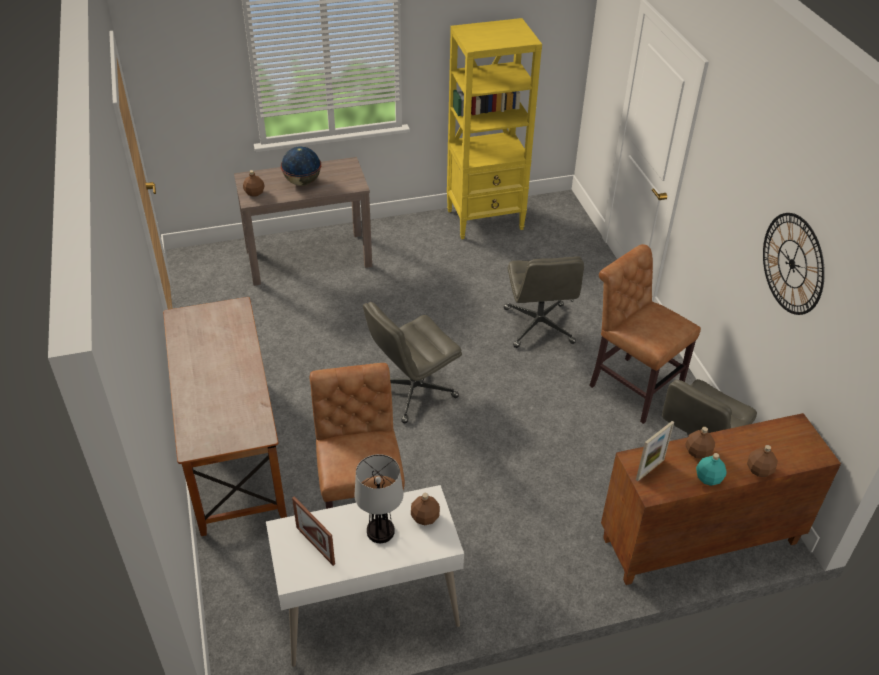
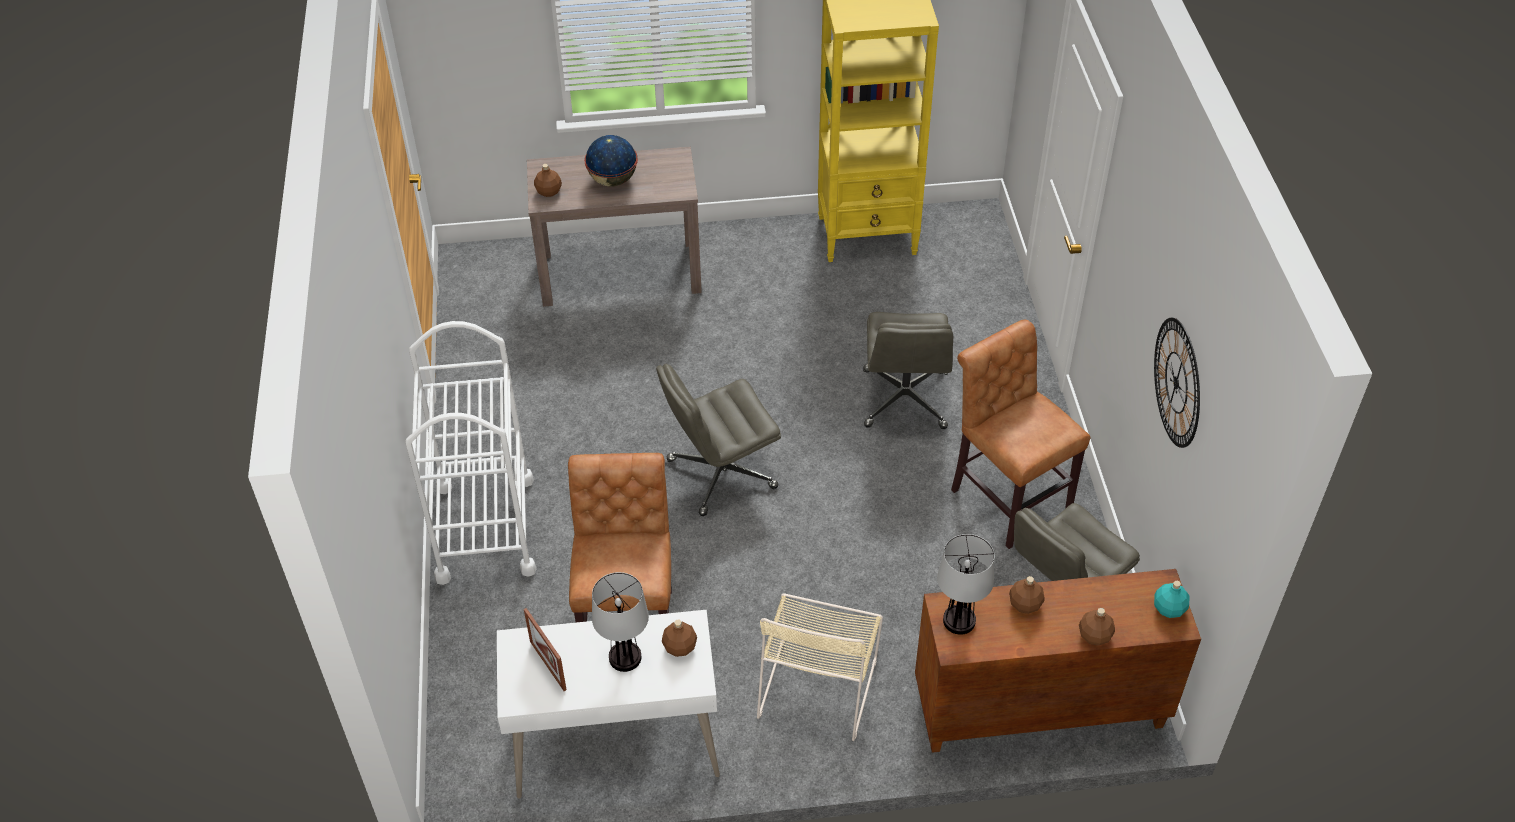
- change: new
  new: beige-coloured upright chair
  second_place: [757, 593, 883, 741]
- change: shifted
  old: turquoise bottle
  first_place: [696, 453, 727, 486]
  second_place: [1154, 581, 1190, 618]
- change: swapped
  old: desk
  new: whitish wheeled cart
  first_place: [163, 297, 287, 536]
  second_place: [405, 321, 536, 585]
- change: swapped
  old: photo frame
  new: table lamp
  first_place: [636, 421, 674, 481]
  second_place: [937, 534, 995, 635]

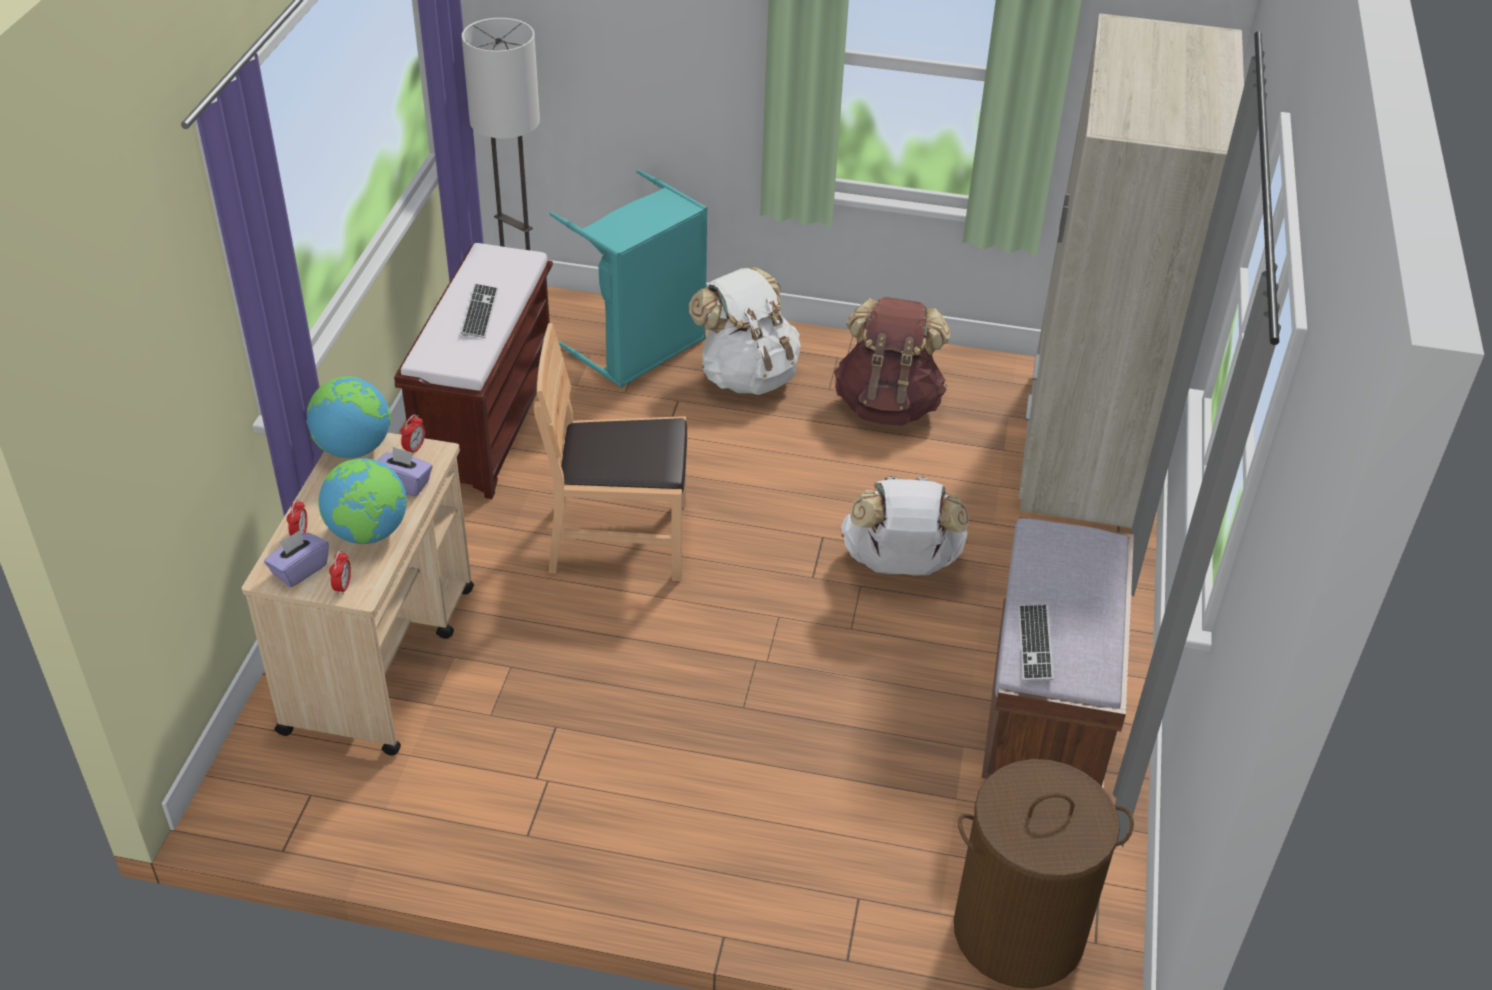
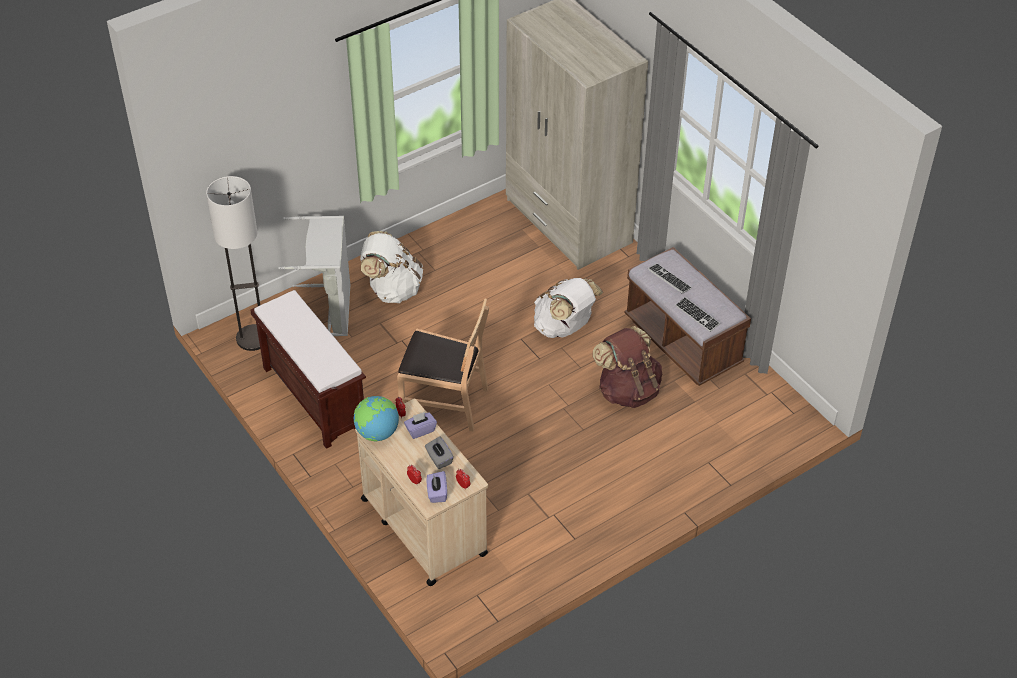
- change: gone
  old: brownish laundry basket
  first_place: [954, 759, 1134, 989]
- change: shifted
  old: computer keyboard
  first_place: [460, 283, 498, 338]
  second_place: [648, 263, 692, 294]
- change: shifted
  old: brownish backpack
  first_place: [834, 297, 950, 426]
  second_place: [593, 326, 662, 408]
- change: swapped
  old: globe
  new: grey box of tissues
  first_place: [318, 458, 407, 544]
  second_place: [425, 436, 454, 469]
- change: repainted
  old: turquoise laundry basket
  new: grey laundry basket
  first_place: [550, 170, 708, 388]
  second_place: [278, 216, 351, 336]
- change: rotated
  old: brownish upright chair
  first_place: [534, 323, 687, 581]
  second_place: [397, 298, 489, 431]
  degrees: -120

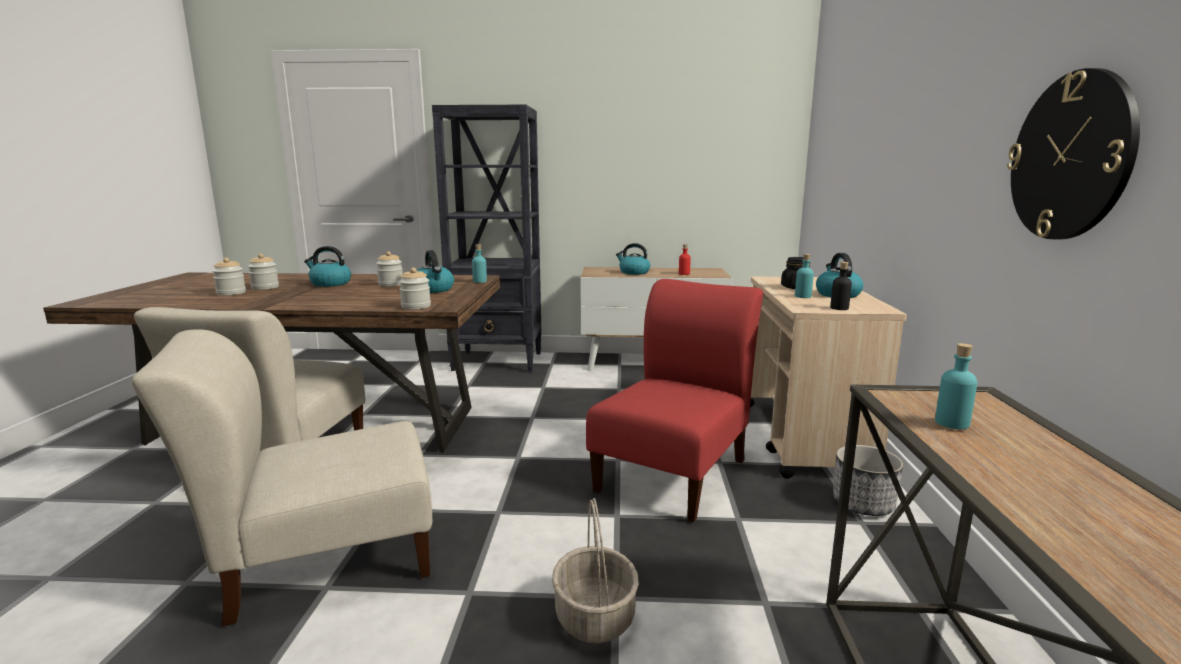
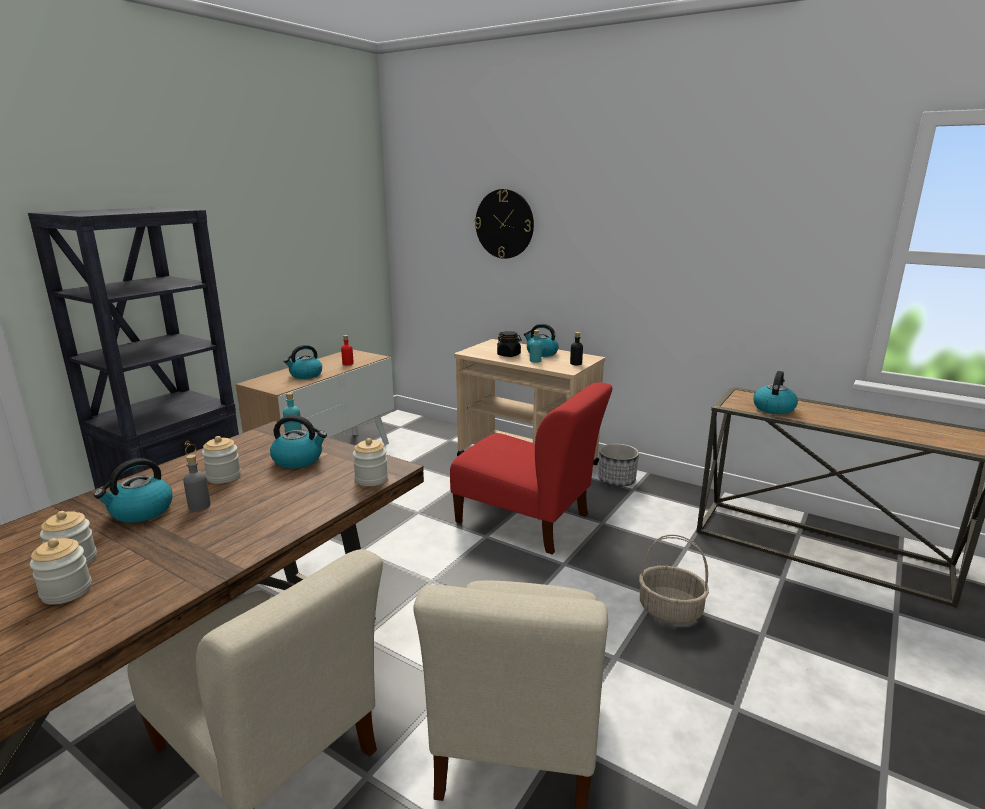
- change: new
  new: grey bottle
  second_place: [183, 454, 211, 511]
- change: shifted
  old: hanging clock
  first_place: [1007, 68, 1140, 239]
  second_place: [475, 189, 534, 259]
- change: swapped
  old: turquoise bottle
  new: kettle
  first_place: [935, 343, 977, 429]
  second_place: [753, 371, 798, 414]
- change: rotated
  old: reddish upright chair
  first_place: [586, 279, 763, 522]
  second_place: [450, 382, 612, 555]
  degrees: 150

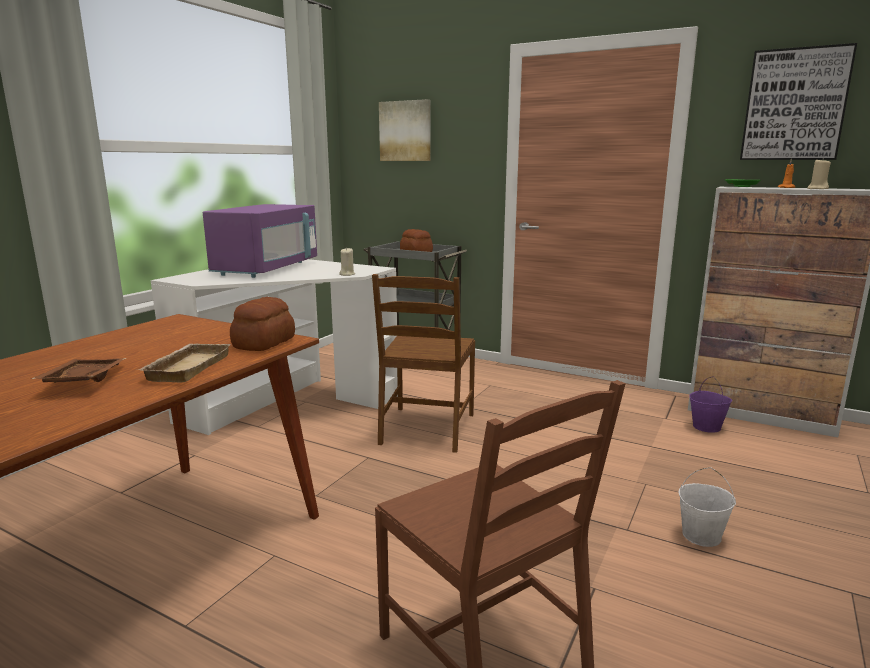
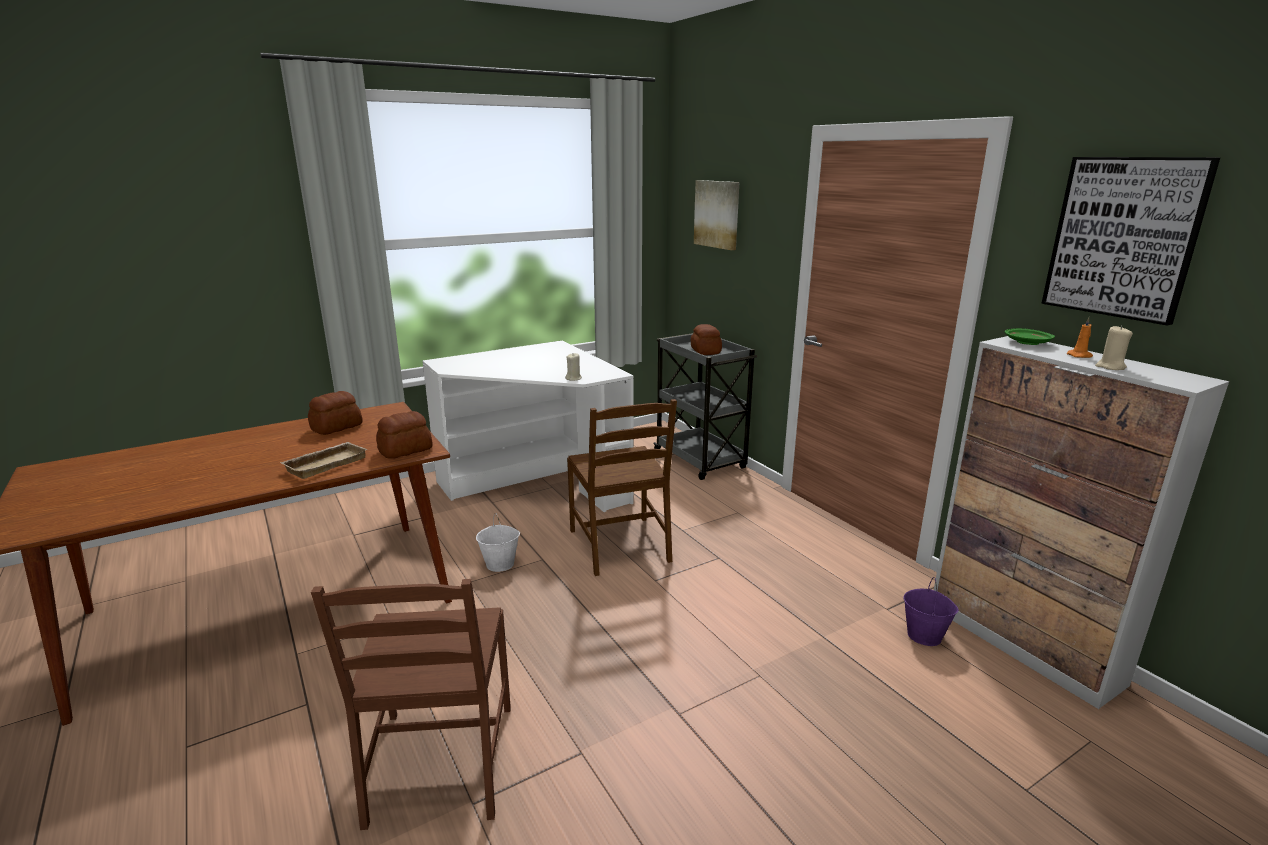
- change: gone
  old: brownish tray
  first_place: [31, 358, 127, 383]
- change: gone
  old: purple microwave oven
  first_place: [203, 204, 317, 278]
- change: new
  new: bread
  second_place: [308, 391, 363, 435]
- change: shifted
  old: whitish pail
  first_place: [679, 467, 736, 547]
  second_place: [476, 513, 520, 572]
- change: rotated
  old: brownish upright chair
  first_place: [372, 274, 475, 453]
  second_place: [567, 399, 677, 576]
  degrees: -60

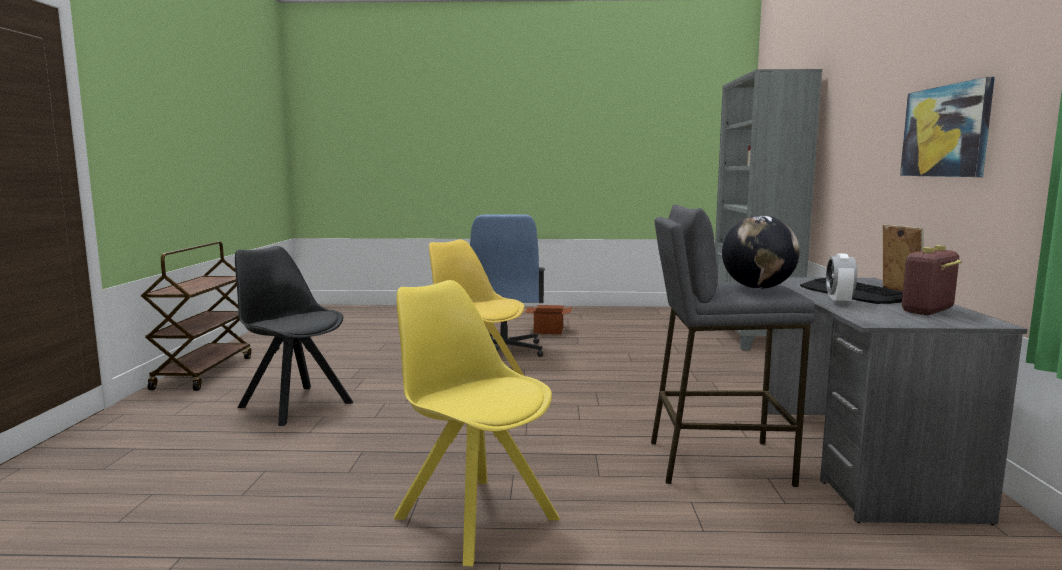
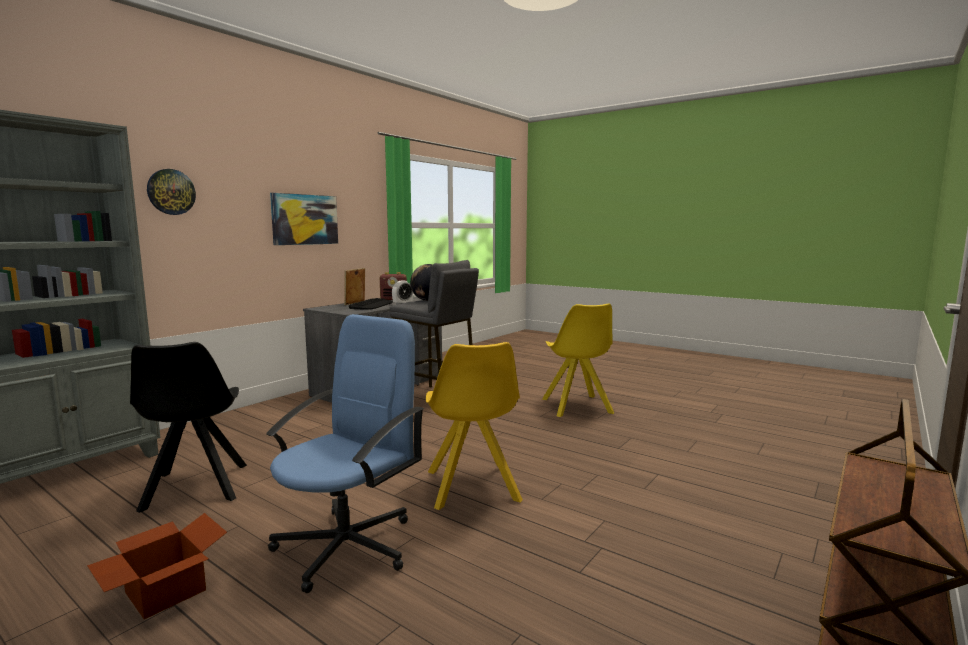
- change: new
  new: hanging clock
  second_place: [147, 169, 196, 215]
- change: shifted
  old: black upright chair
  first_place: [235, 246, 353, 426]
  second_place: [130, 342, 247, 513]

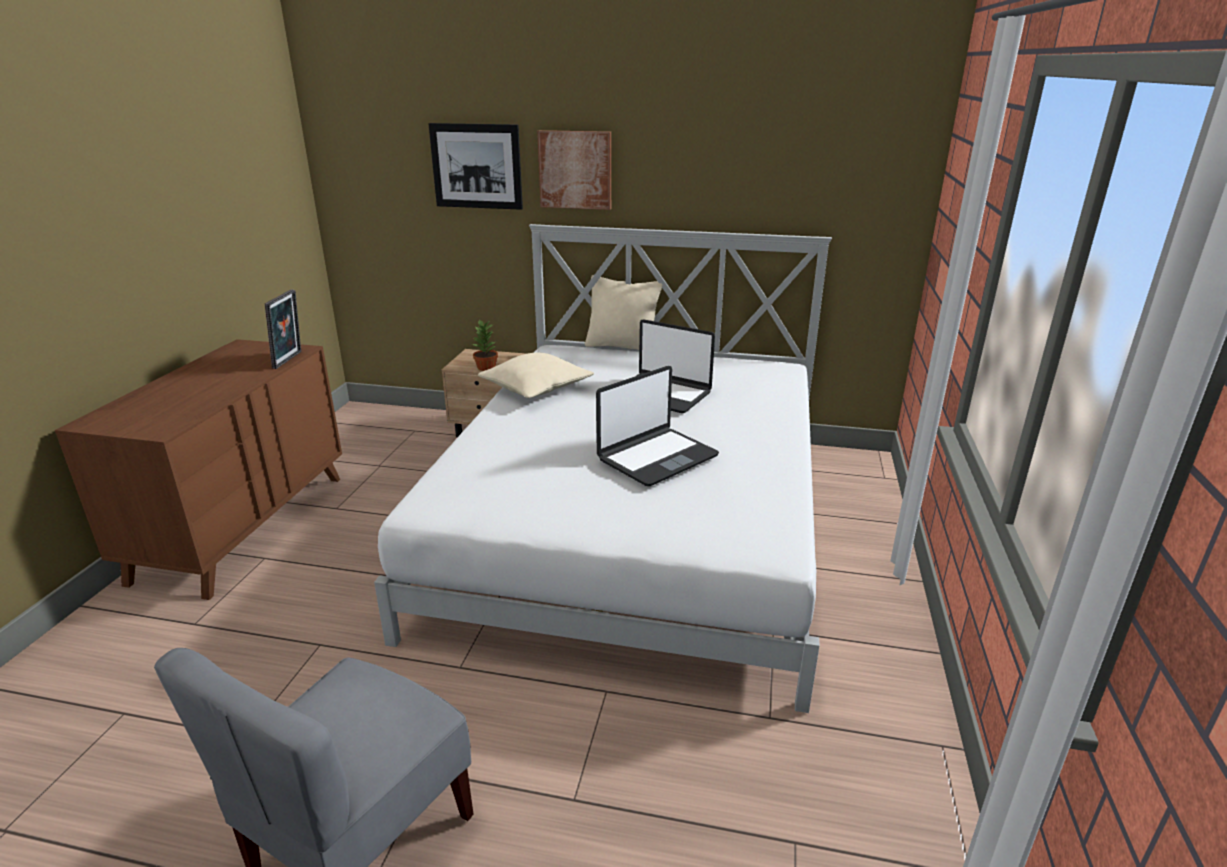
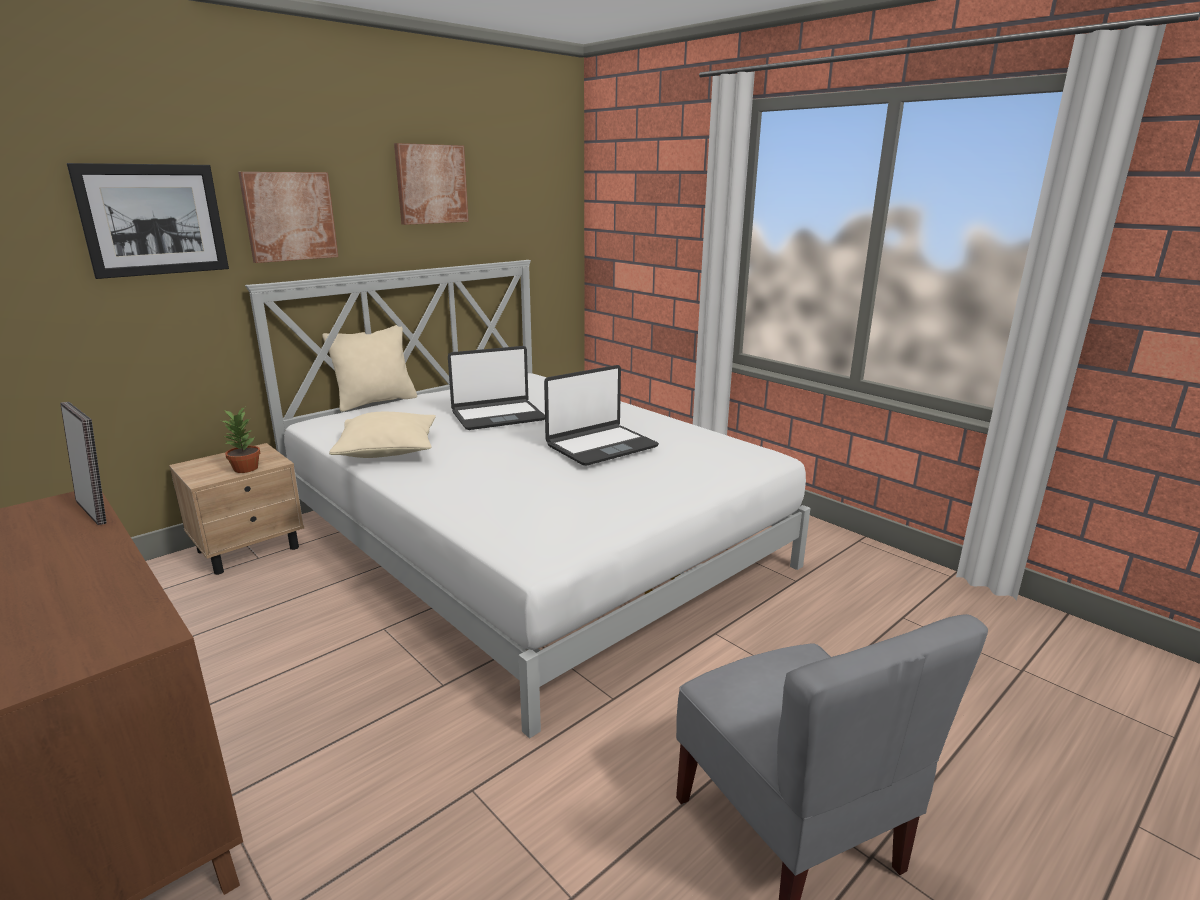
- change: new
  new: wall picture
  second_place: [394, 143, 469, 225]
- change: rotated
  old: laptop
  first_place: [596, 366, 719, 486]
  second_place: [544, 365, 659, 466]
  degrees: 60

